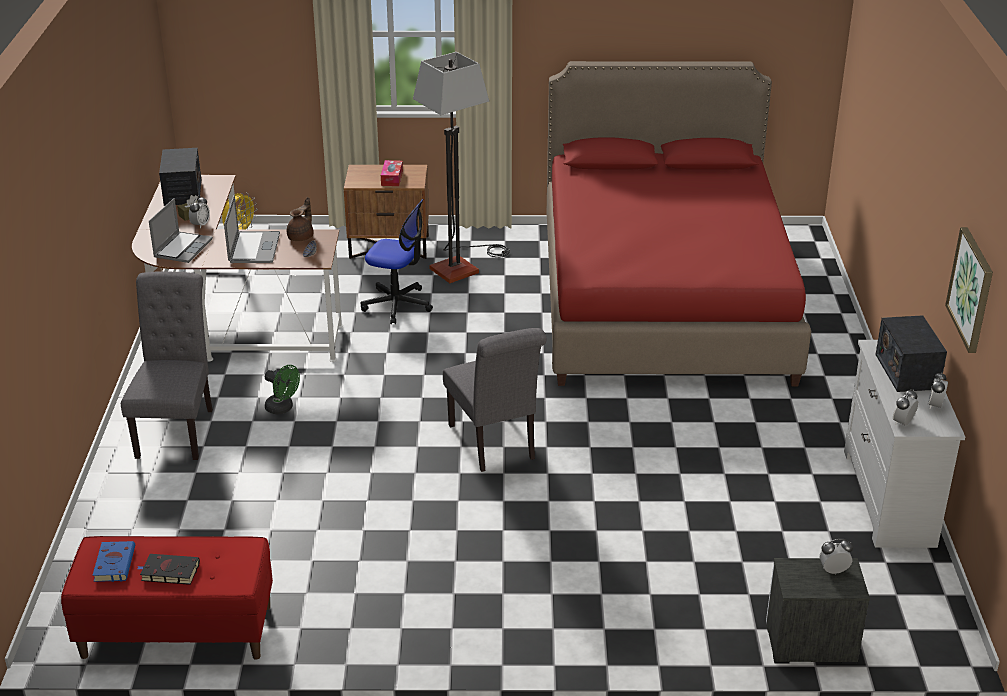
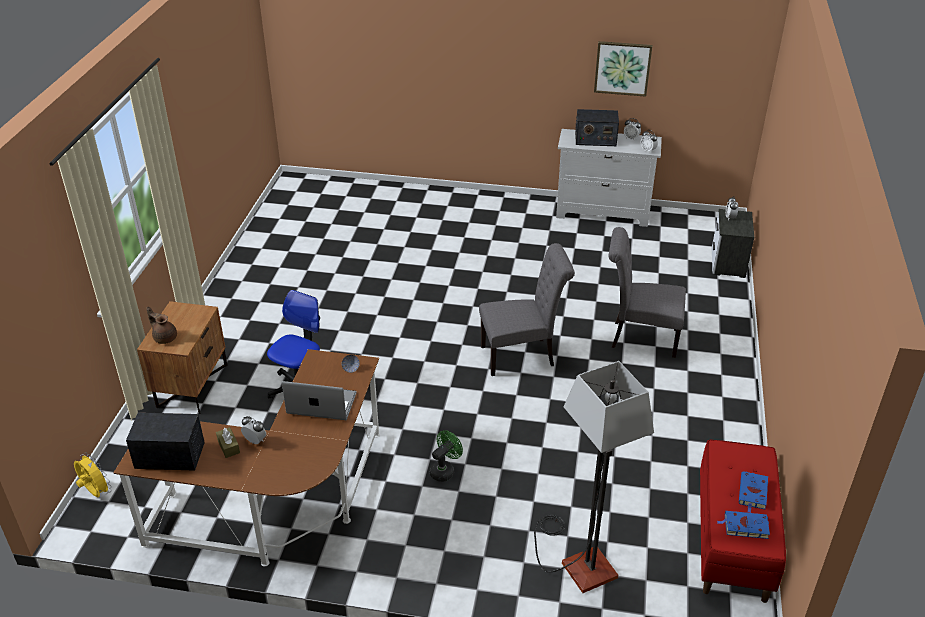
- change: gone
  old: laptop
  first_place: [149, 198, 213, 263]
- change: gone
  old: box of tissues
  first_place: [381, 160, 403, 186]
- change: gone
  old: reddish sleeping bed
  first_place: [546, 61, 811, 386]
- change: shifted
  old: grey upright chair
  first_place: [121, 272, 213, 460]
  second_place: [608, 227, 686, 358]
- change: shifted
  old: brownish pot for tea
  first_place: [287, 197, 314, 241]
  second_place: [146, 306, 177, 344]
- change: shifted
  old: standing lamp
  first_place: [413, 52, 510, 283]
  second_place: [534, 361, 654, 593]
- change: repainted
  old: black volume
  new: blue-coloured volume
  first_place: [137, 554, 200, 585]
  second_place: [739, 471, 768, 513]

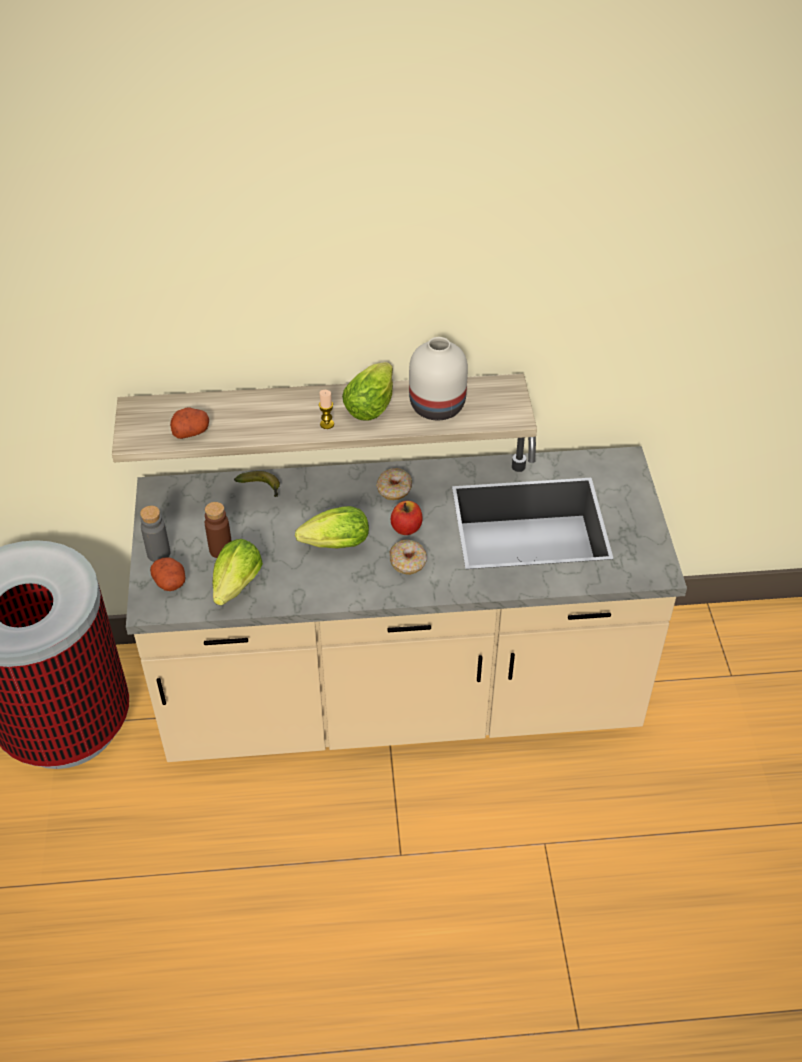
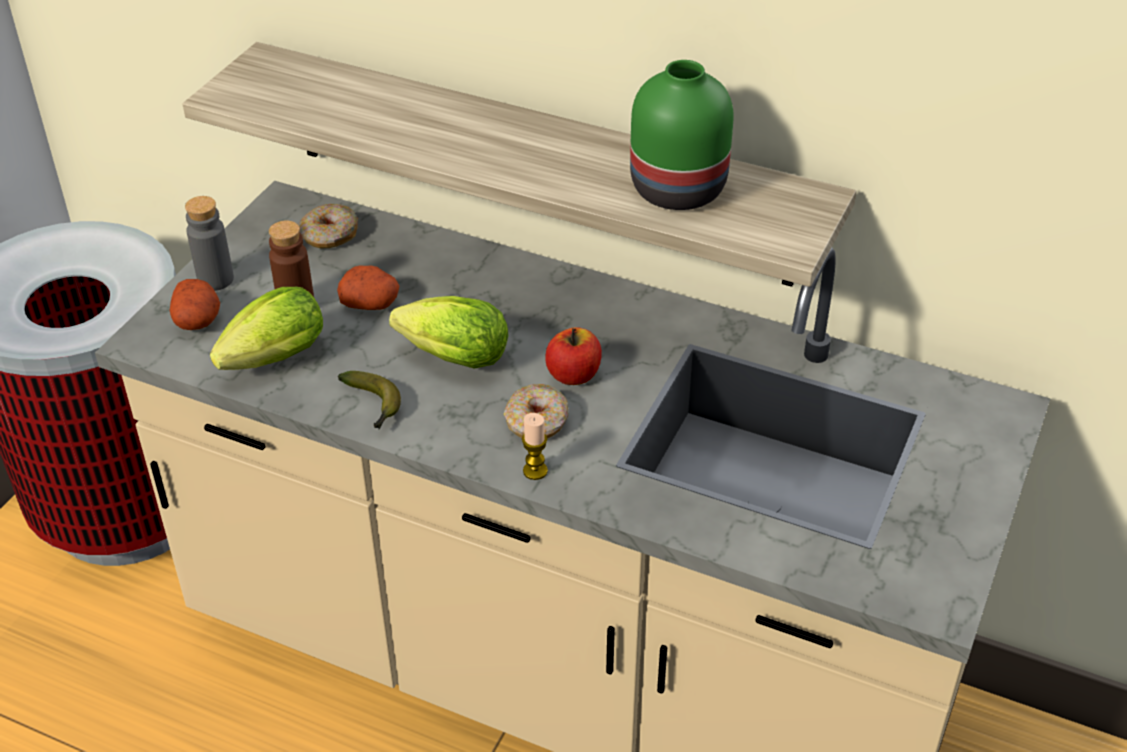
- change: gone
  old: lettuce
  first_place: [342, 362, 393, 421]
- change: shifted
  old: whole potato
  first_place: [170, 407, 209, 439]
  second_place: [337, 265, 399, 310]
- change: shifted
  old: whole banana
  first_place: [234, 471, 280, 497]
  second_place: [338, 371, 401, 430]
- change: shifted
  old: wax light
  first_place: [319, 390, 334, 429]
  second_place: [522, 413, 548, 480]
- change: shifted
  old: doughnut
  first_place: [376, 468, 412, 500]
  second_place: [299, 204, 358, 248]
- change: repainted
  old: whitish flower vase
  new: green-coloured flower vase
  first_place: [409, 337, 468, 420]
  second_place: [630, 60, 733, 210]

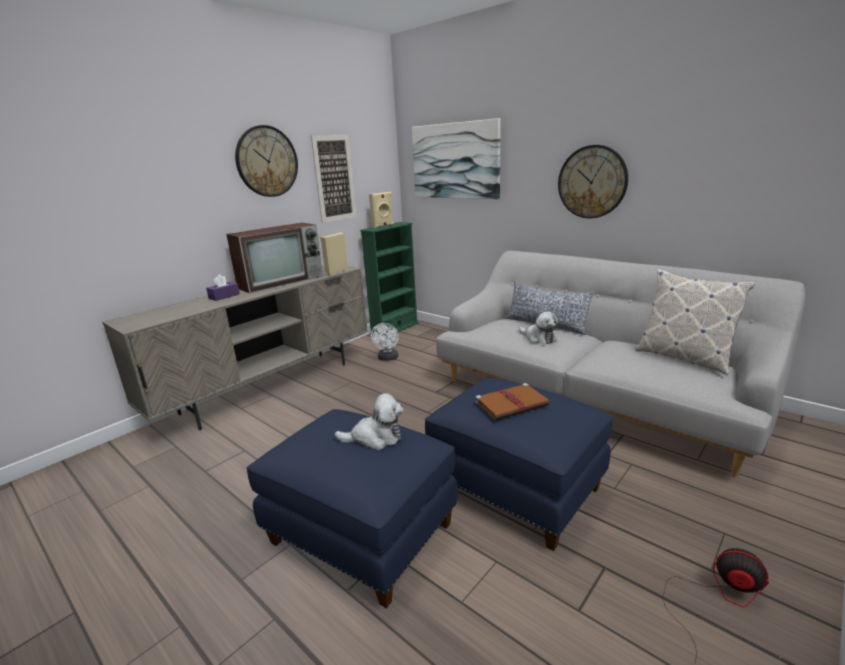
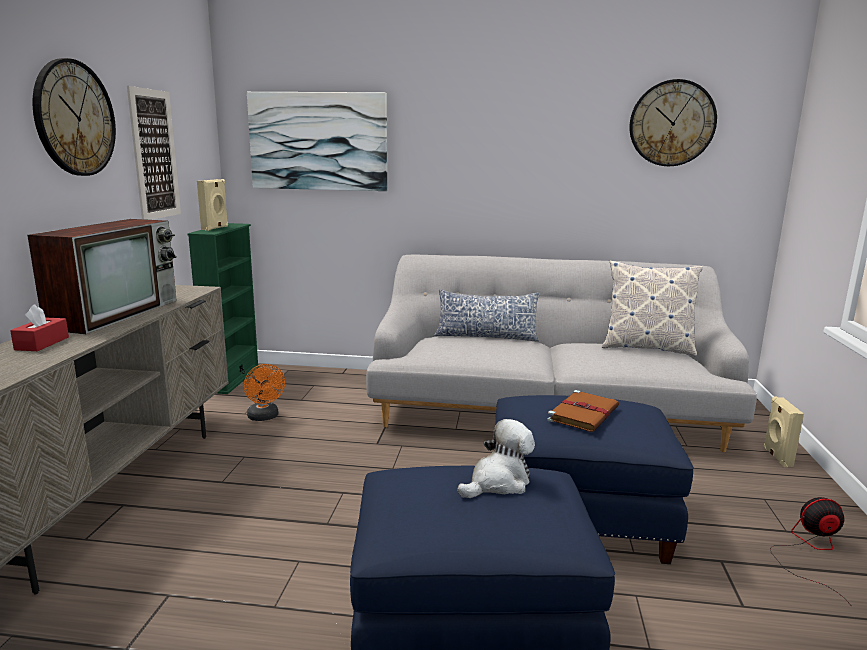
- change: gone
  old: cuddly toy
  first_place: [519, 311, 558, 344]
- change: shifted
  old: beige-coloured loudspeaker
  first_place: [320, 233, 349, 275]
  second_place: [763, 397, 804, 467]
- change: shifted
  old: hanging clock
  first_place: [558, 145, 628, 218]
  second_place: [629, 79, 717, 166]
- change: repainted
  old: purple box of tissues
  new: reddish box of tissues
  first_place: [206, 274, 240, 301]
  second_place: [10, 304, 69, 351]
- change: repainted
  old: whitish cooling fan
  new: orange cooling fan
  first_place: [371, 323, 399, 361]
  second_place: [244, 364, 285, 421]

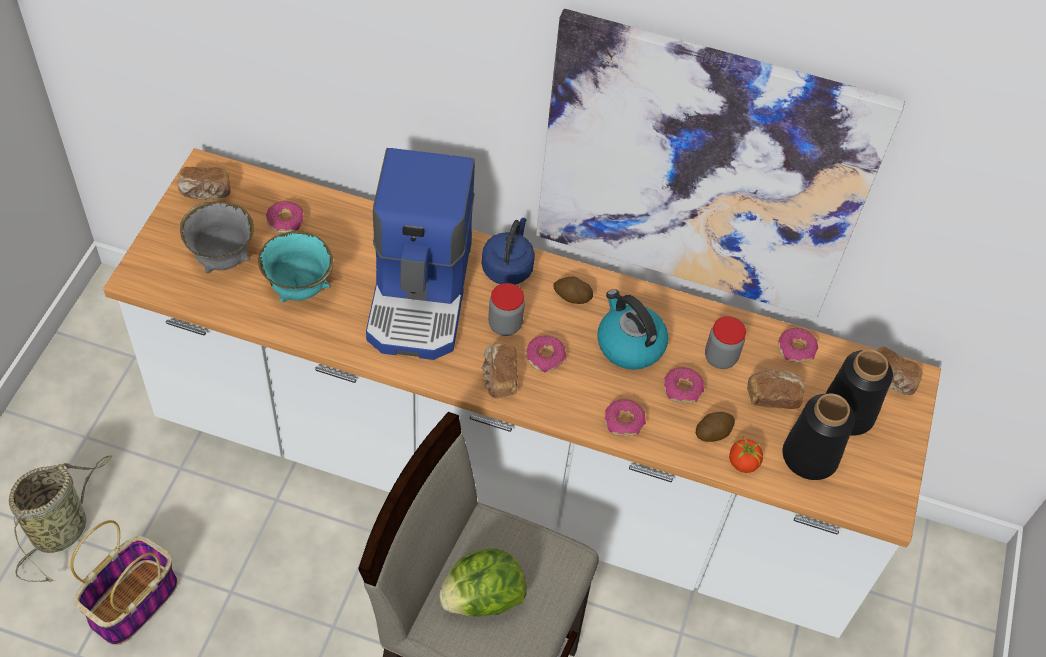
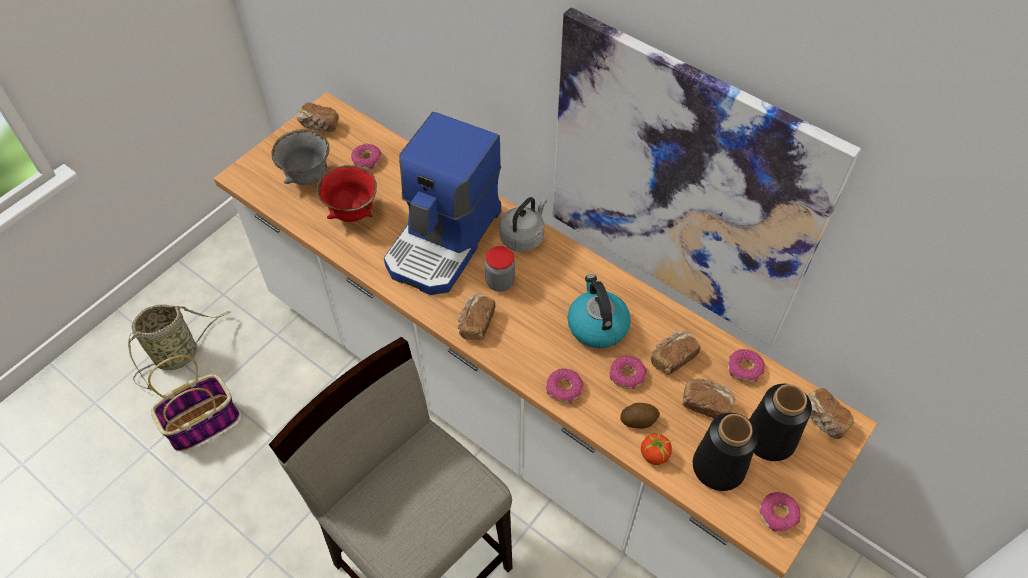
- change: gone
  old: lettuce
  first_place: [439, 549, 527, 617]
- change: gone
  old: whole potato
  first_place: [553, 276, 593, 304]
- change: shifted
  old: doughnut
  first_place: [526, 335, 567, 372]
  second_place: [760, 492, 800, 532]
- change: swapped
  old: jar
  new: bread
  first_place: [705, 316, 746, 369]
  second_place: [651, 331, 701, 375]
- change: repainted
  old: turquoise deep dish
  new: reddish deep dish
  first_place: [258, 231, 334, 302]
  second_place: [317, 165, 377, 222]
- change: repainted
  old: blue-coloured kettle
  new: grey kettle
  first_place: [482, 218, 535, 285]
  second_place: [499, 197, 547, 252]

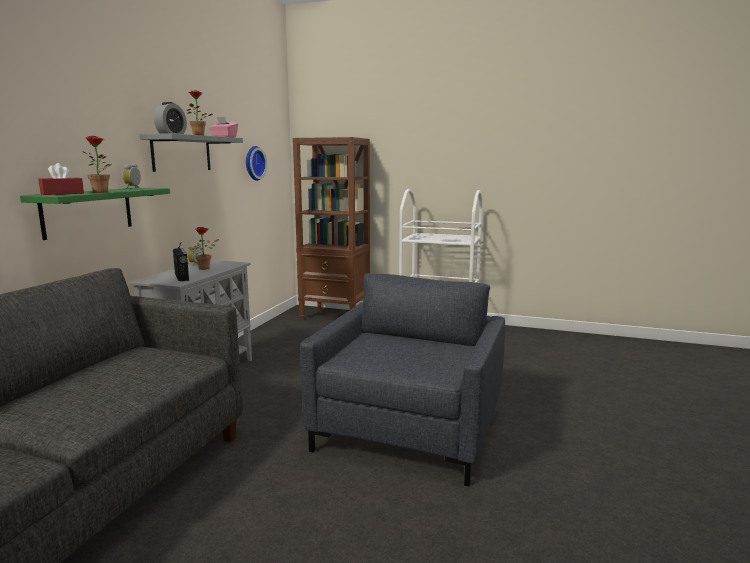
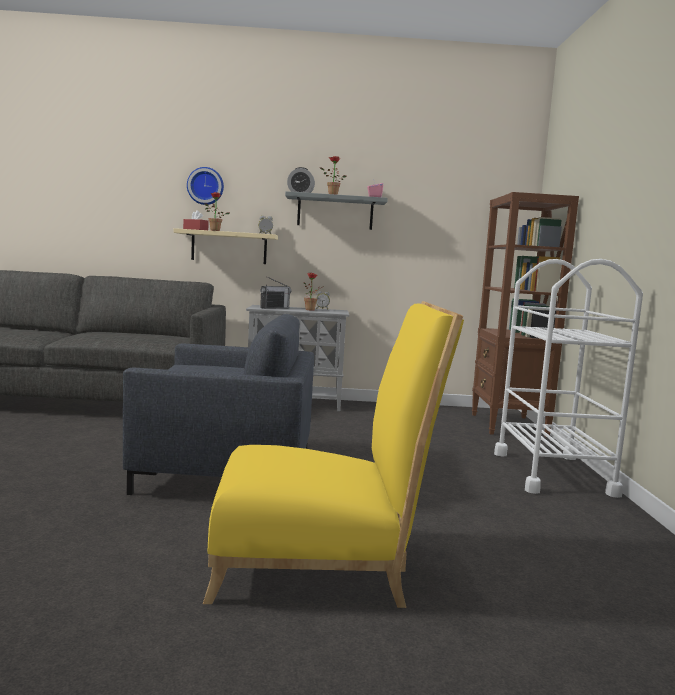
- change: new
  new: yellow upright chair
  second_place: [203, 301, 464, 608]
- change: shifted
  old: hanging clock
  first_place: [246, 146, 267, 181]
  second_place: [187, 167, 224, 205]
- change: repainted
  old: green-coloured shelf
  new: beige-coloured shelf
  first_place: [20, 188, 170, 240]
  second_place: [173, 228, 278, 264]

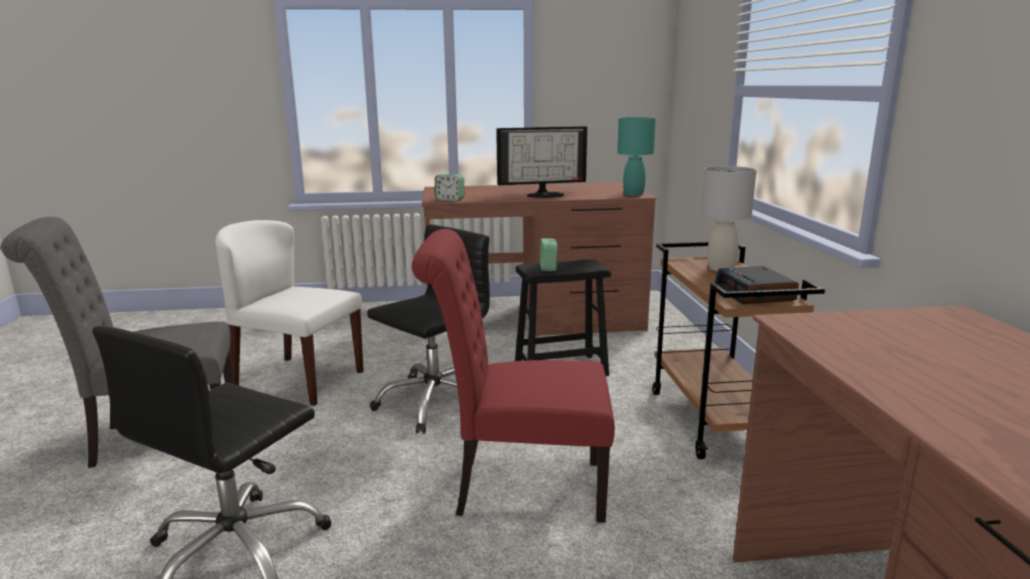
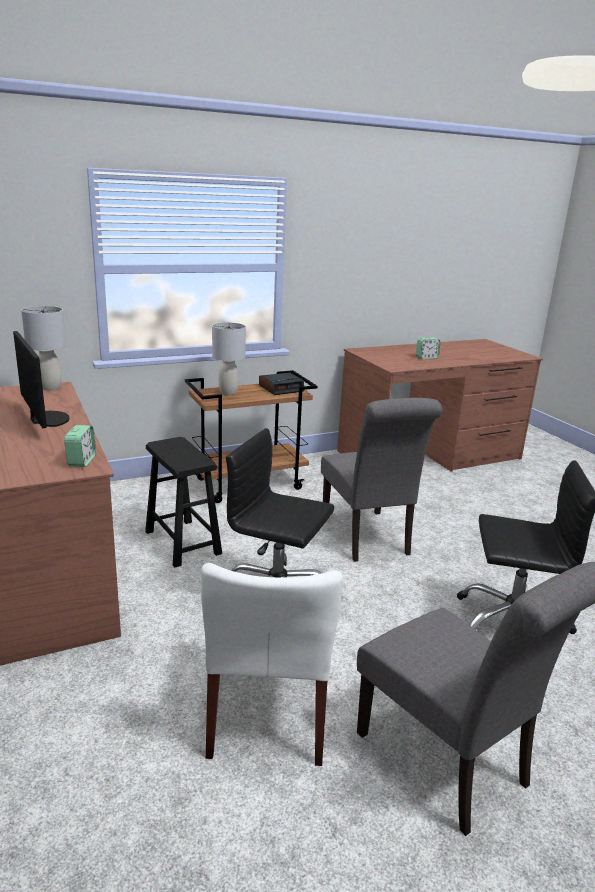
- change: shifted
  old: alarm clock
  first_place: [540, 238, 558, 271]
  second_place: [416, 337, 441, 359]
- change: repainted
  old: reddish upright chair
  new: grey upright chair
  first_place: [412, 229, 615, 523]
  second_place: [321, 398, 442, 562]
- change: repainted
  old: turquoise table lamp
  new: grey table lamp
  first_place: [617, 117, 656, 196]
  second_place: [21, 306, 66, 391]

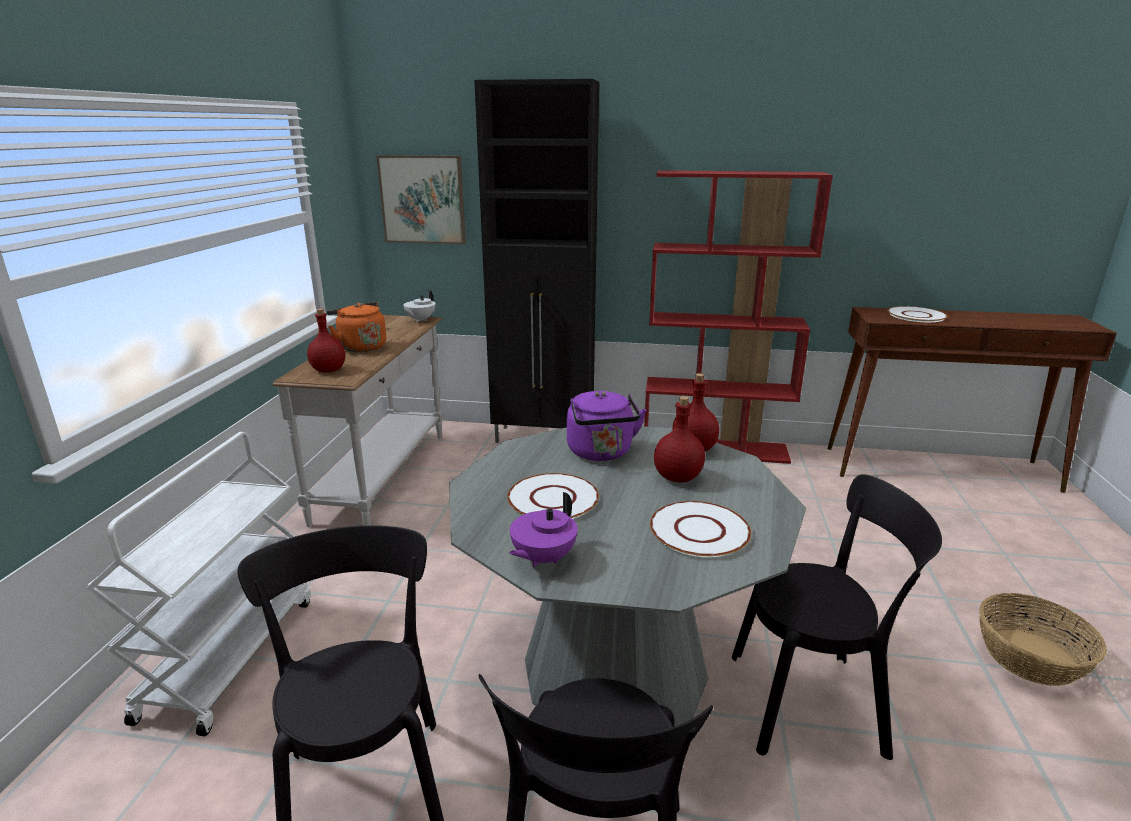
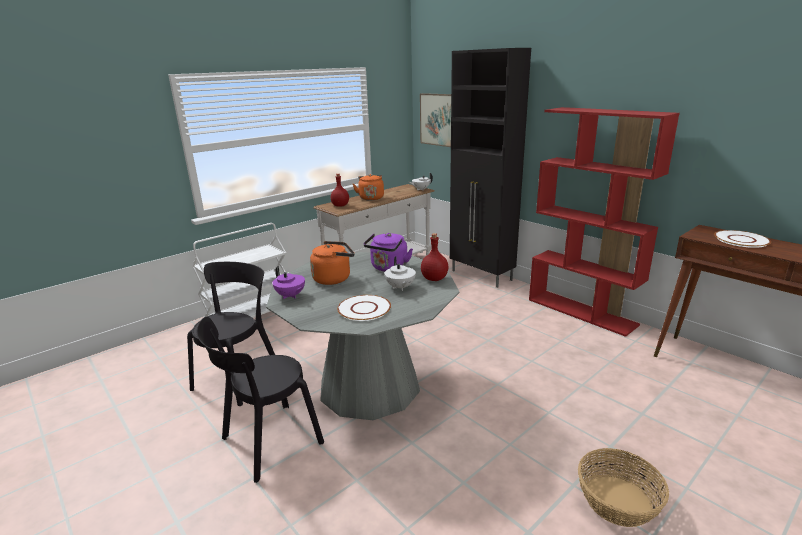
- change: gone
  old: black upright chair
  first_place: [732, 474, 942, 760]
- change: swapped
  old: whitish flat dish
  new: orange kettle
  first_place: [507, 473, 599, 519]
  second_place: [310, 241, 355, 285]
- change: swapped
  old: reddish bottle
  new: whitish pot for tea
  first_place: [654, 396, 705, 483]
  second_place: [384, 256, 416, 291]
- change: rotated
  old: purple pot for tea
  first_place: [509, 492, 578, 567]
  second_place: [272, 266, 305, 299]
  degrees: -120

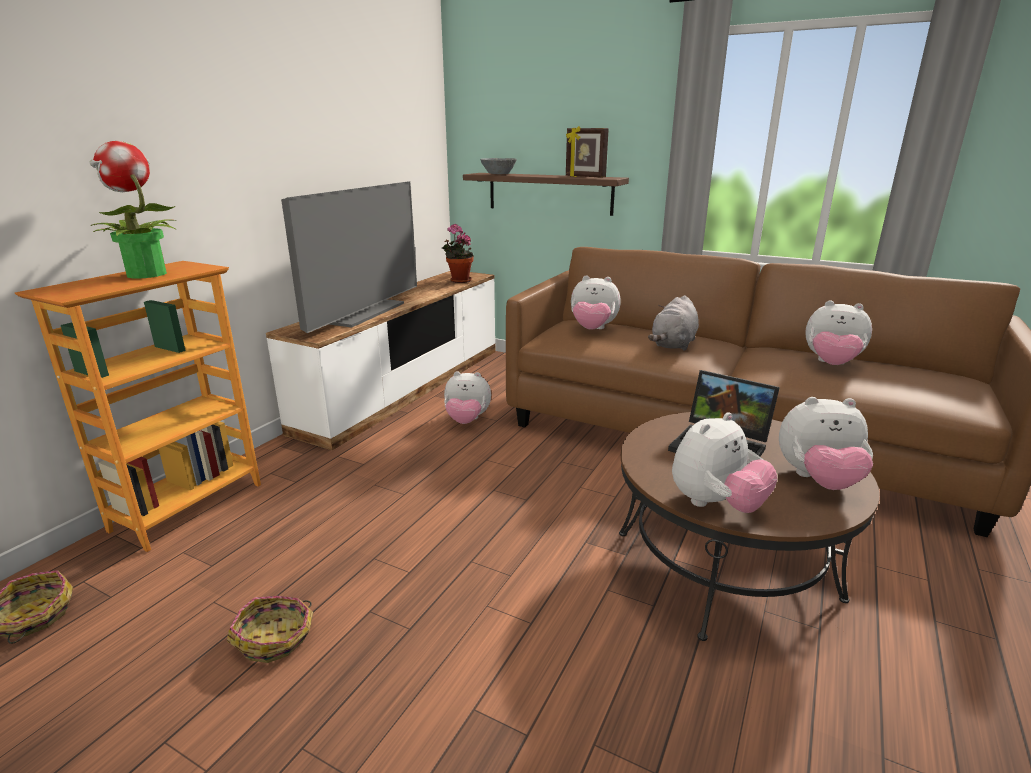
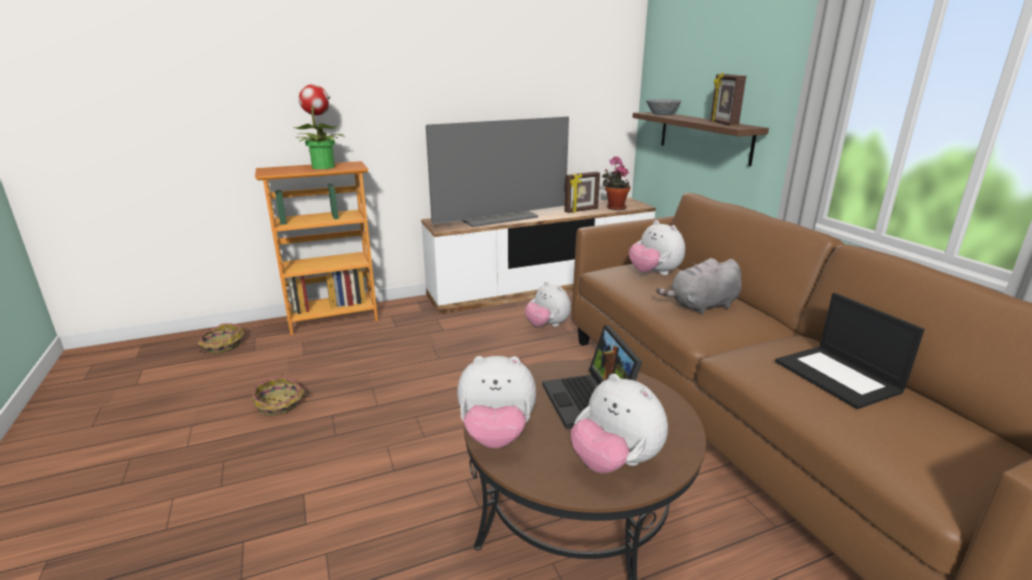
- change: new
  new: photo frame
  second_place: [564, 172, 600, 213]
- change: swapped
  old: cuddly toy
  new: laptop
  first_place: [805, 300, 872, 365]
  second_place: [775, 293, 925, 409]

